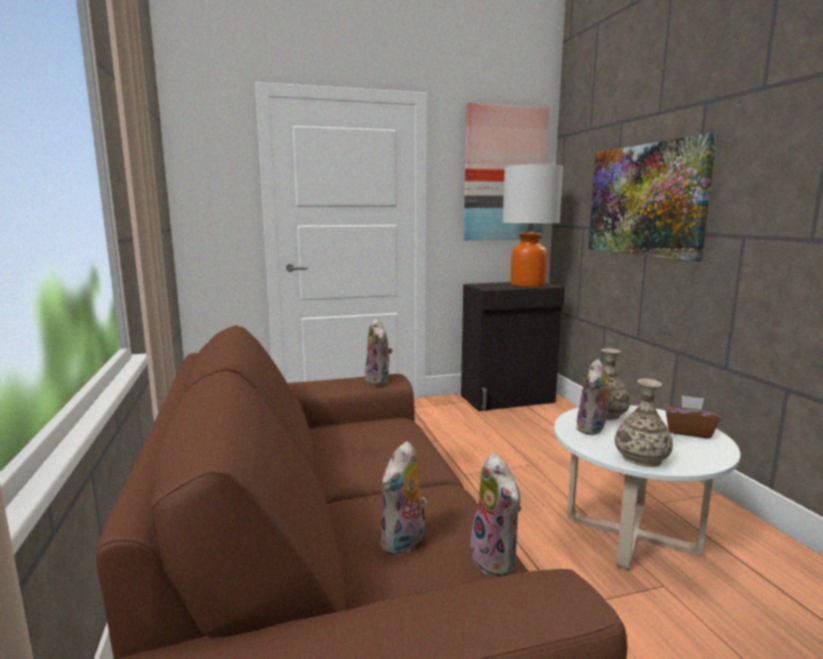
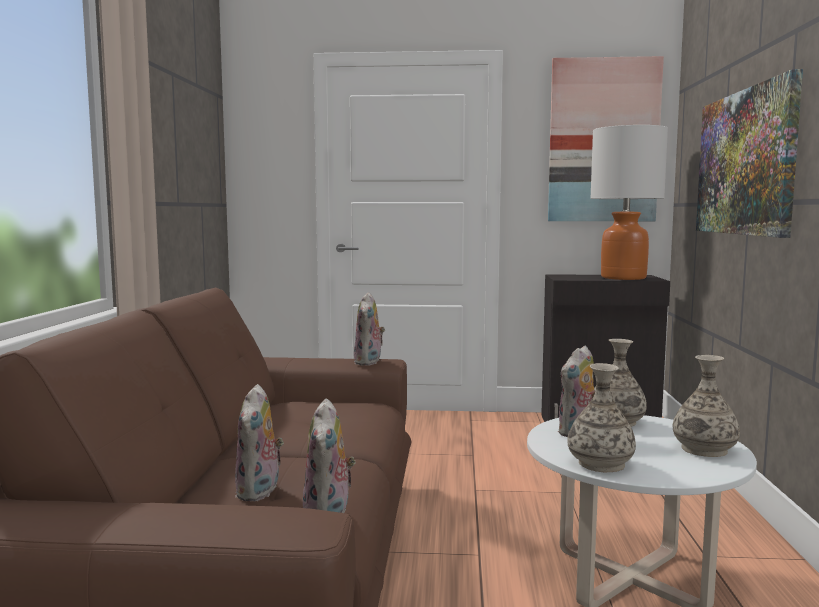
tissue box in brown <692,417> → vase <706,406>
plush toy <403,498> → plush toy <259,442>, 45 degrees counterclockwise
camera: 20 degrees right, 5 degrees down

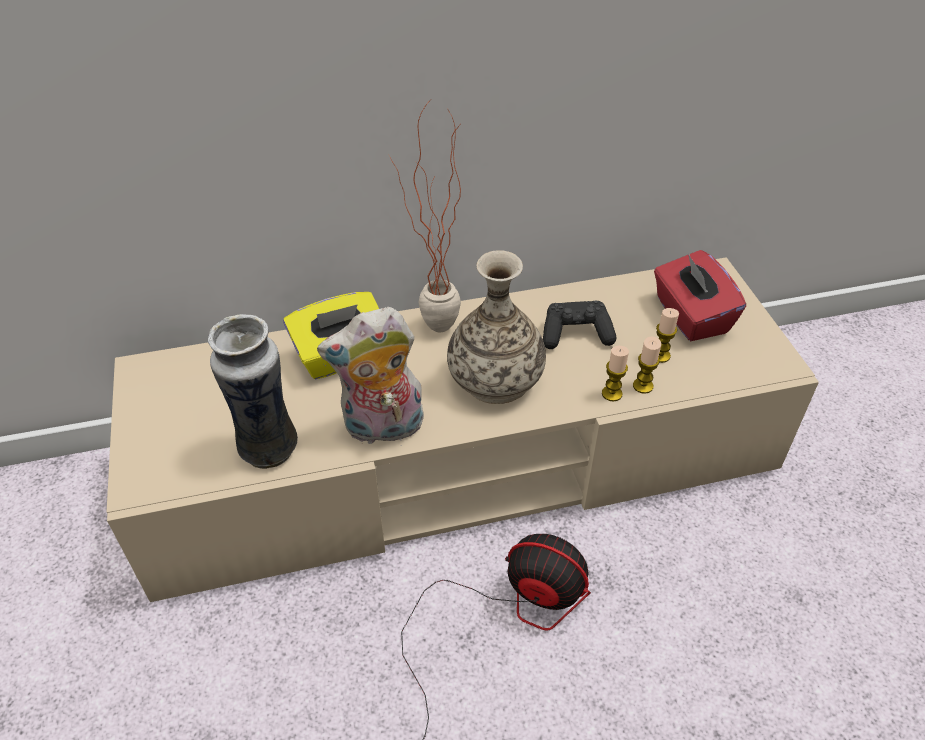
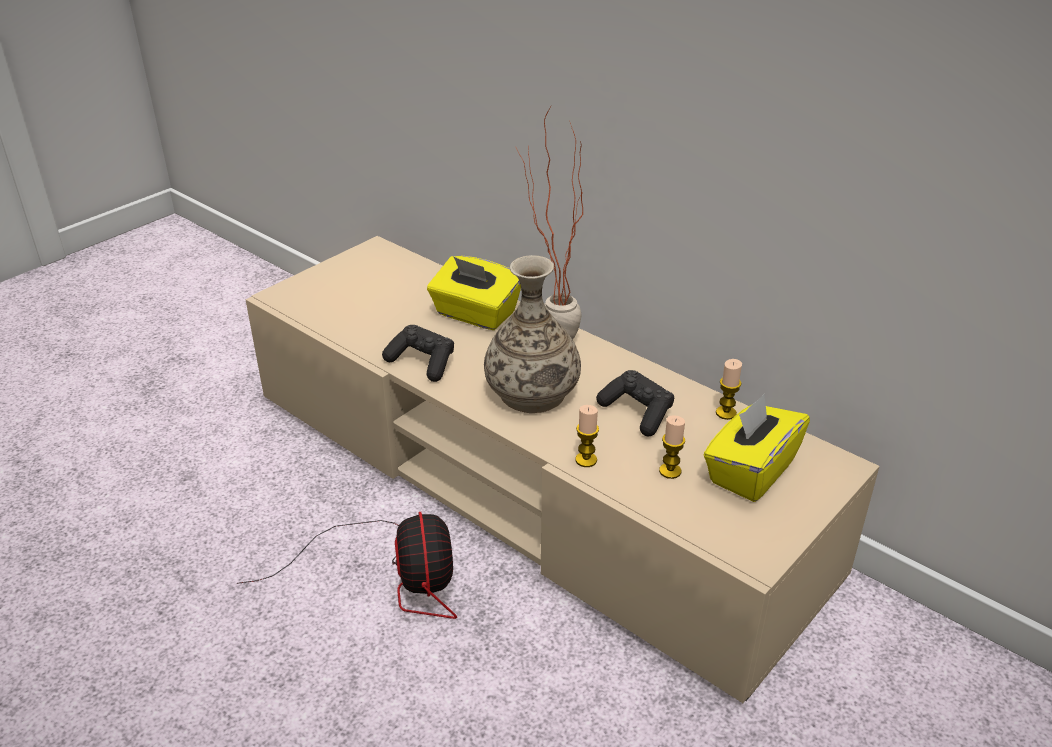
vase <253,391> → -
candle <647,365> → candle <729,389>, move
plush toy <370,375> → game controller in black <418,353>
tissue box in red <700,295> → tissue box in yellow <757,448>
camera: 55 degrees right, 10 degrees down

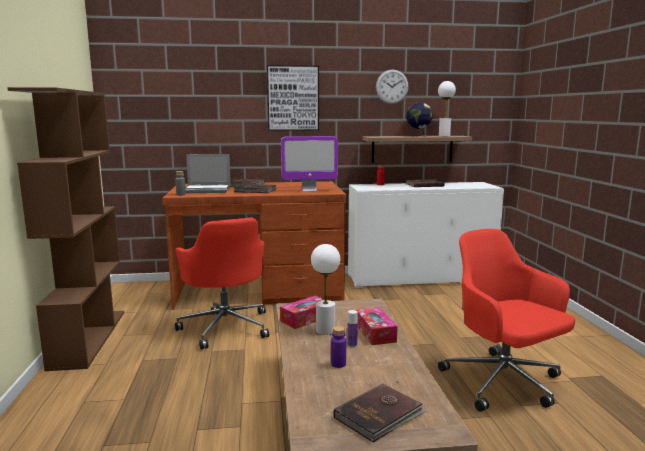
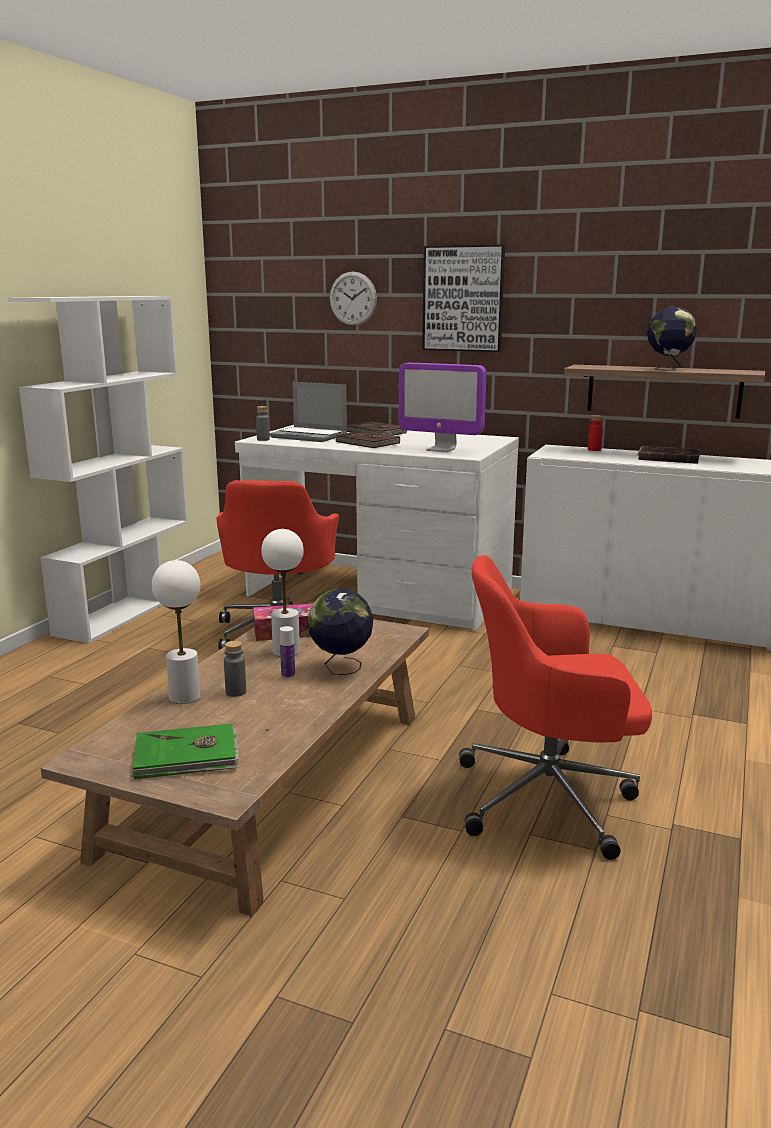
wall clock <392,87> → wall clock <353,299>, move
table lamp in white <447,108> → table lamp in white <176,632>, move
tissue box <377,326> → globe <340,632>
bookcase in brown <65,229> → bookcase in white <98,469>
desk in brown <254,245> → desk in white <377,528>
bottle in purple <338,347> → bottle in grey <235,669>
book in brown <379,413> → book in green <185,751>
office chair in red <506,320> → office chair in red <555,707>, 90 degrees counterclockwise
camera: 30 degrees right, 5 degrees up

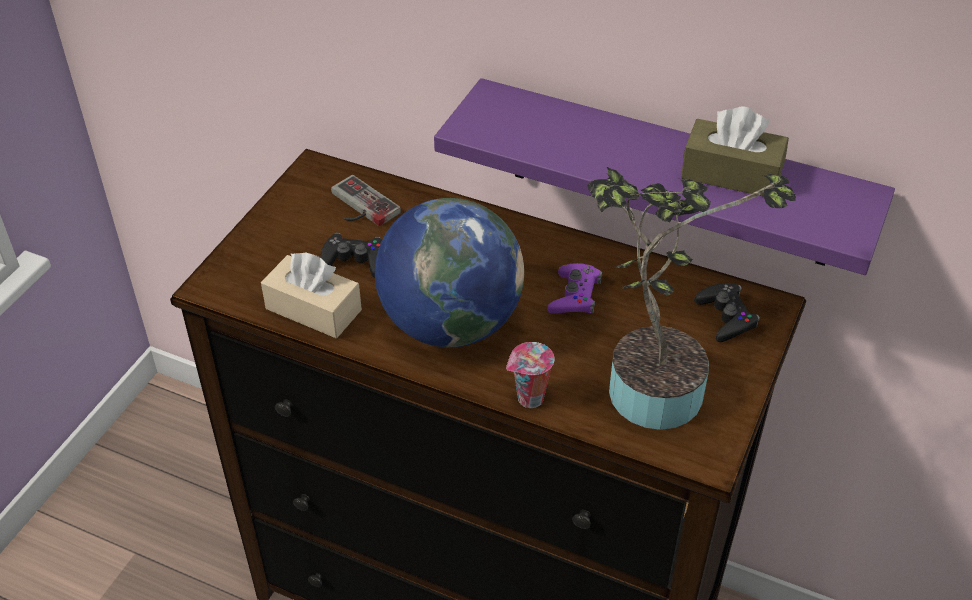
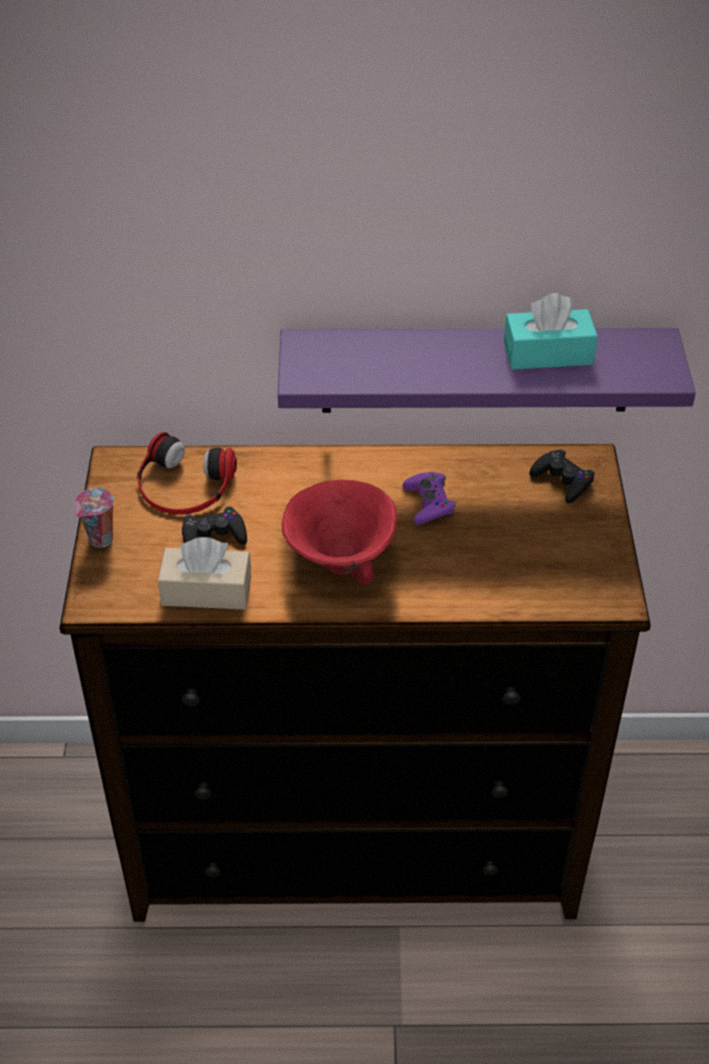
potted plant <691,298> → -
cup <530,375> → cup <94,518>, move
game controller <366,200> → headphones <187,473>
globe <449,272> → bowl in red <340,532>
tissue box in brown <735,151> → tissue box in turquoise <551,331>
camera: 25 degrees left, 0 degrees up

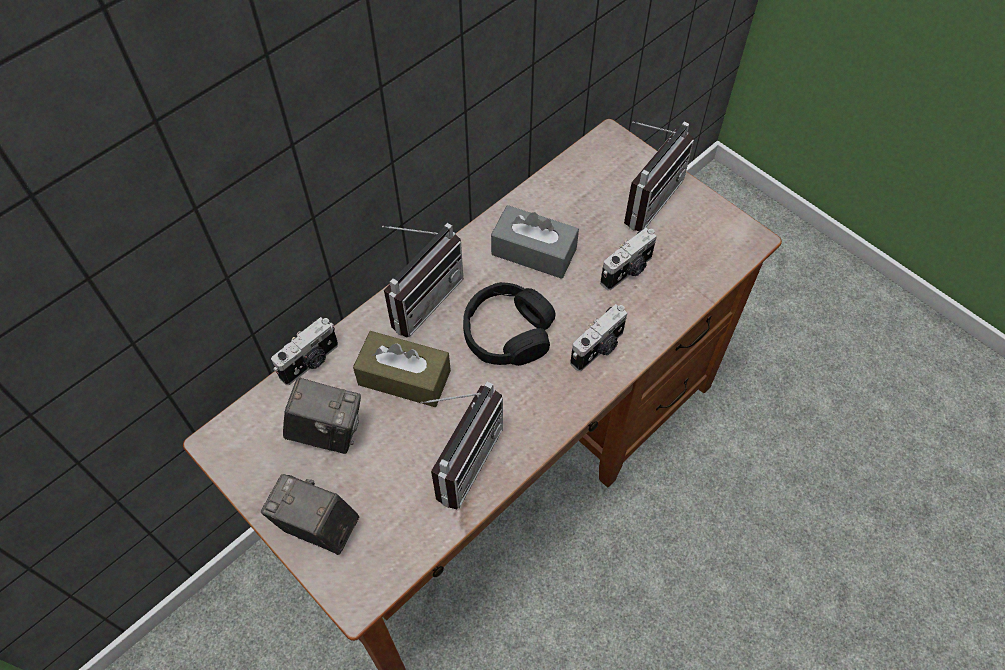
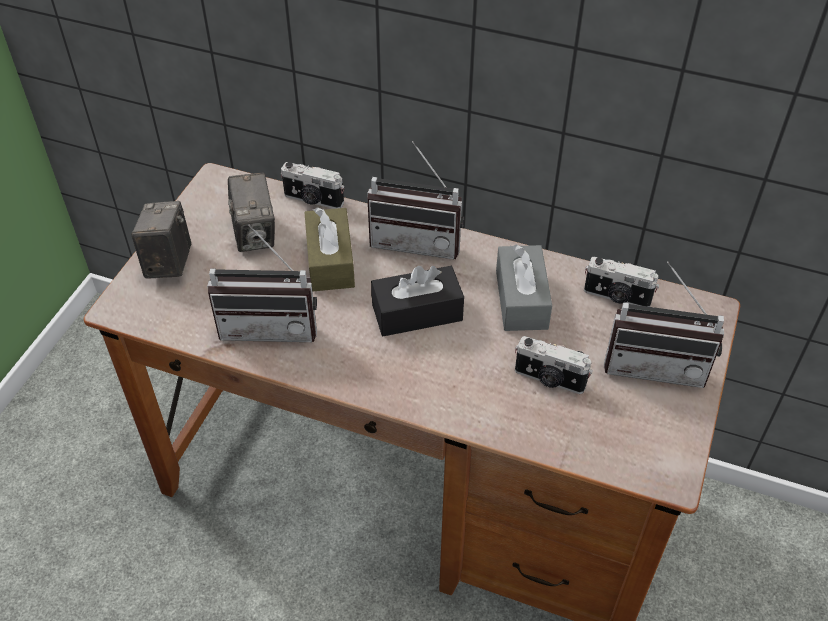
photo camera <598,337> → photo camera <621,282>, move
headphones in black <509,324> → tissue box in black <417,301>
camera: 65 degrees right, 10 degrees down

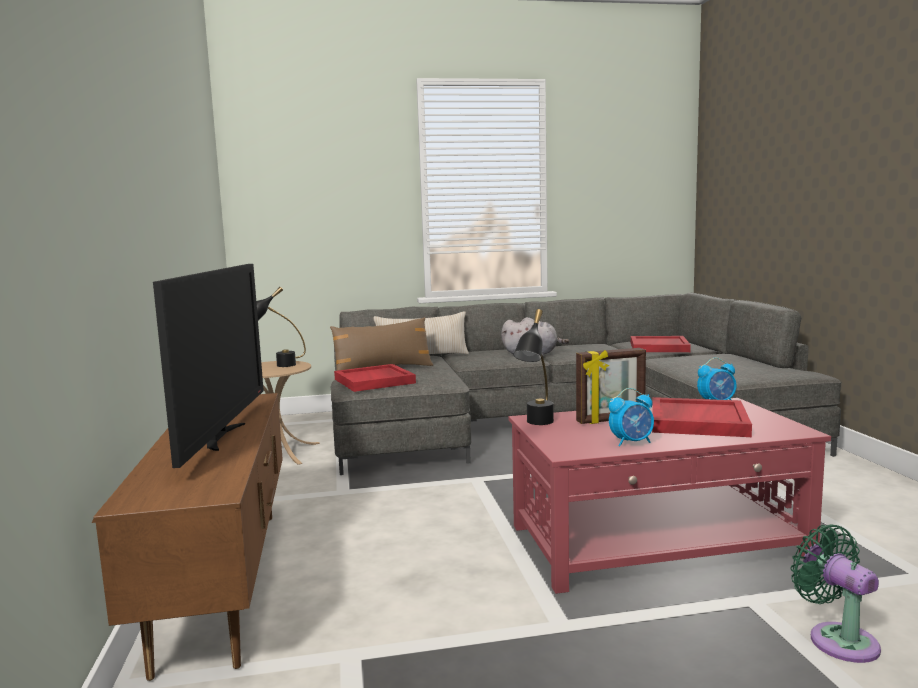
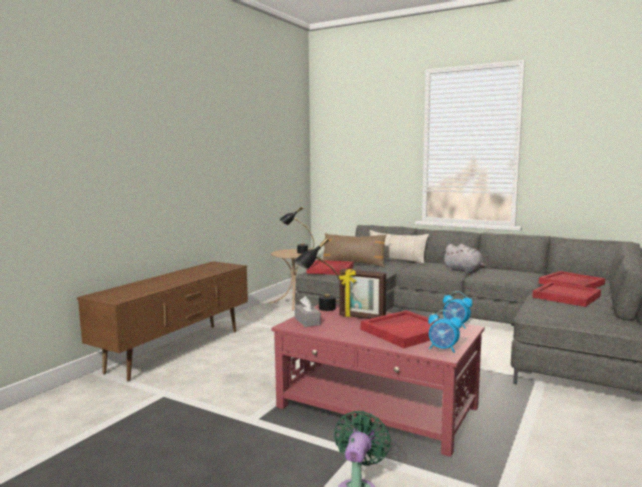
television <208,366> → -
- → tissue box in grey <308,311>
- → tray in red <566,294>
alarm clock <631,417> → alarm clock <445,331>, move
camera: 40 degrees right, 0 degrees up

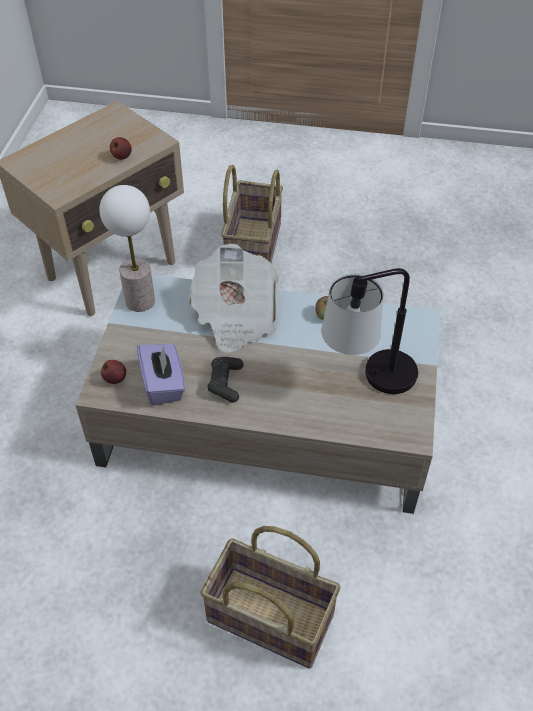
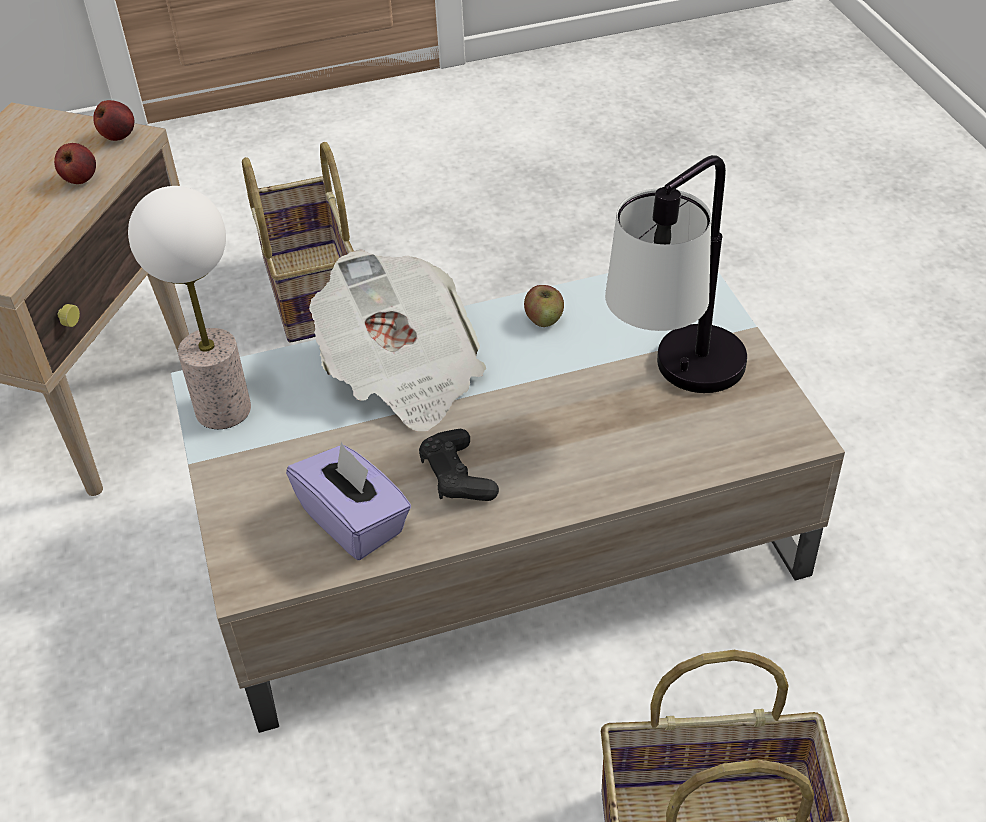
apple <113,372> → apple <113,120>, move
camera: 25 degrees left, 5 degrees down

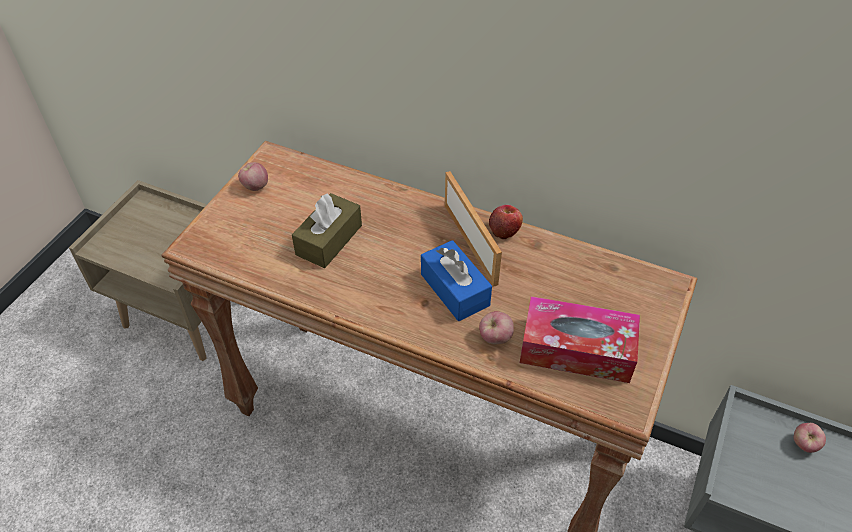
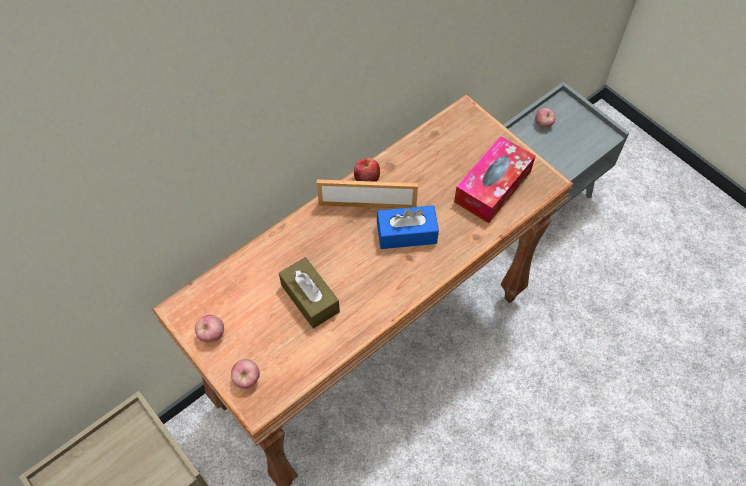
apple <496,327> → apple <245,374>, move
camera: 65 degrees left, 10 degrees up

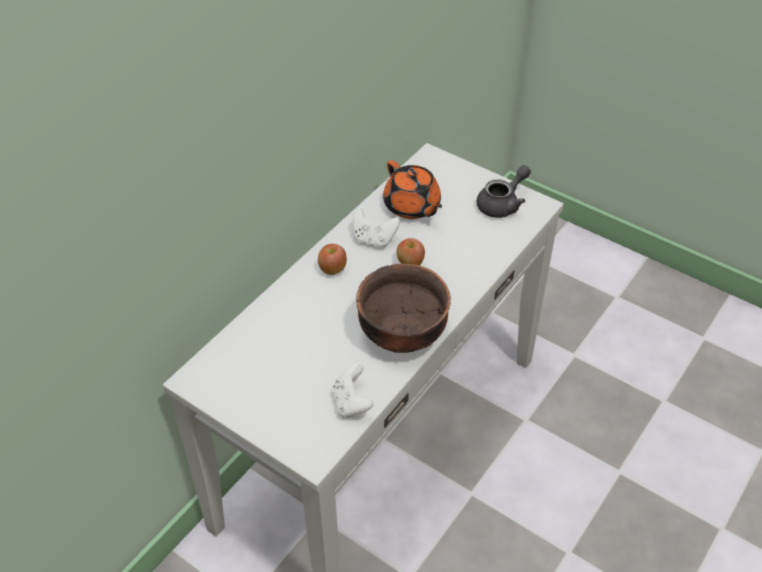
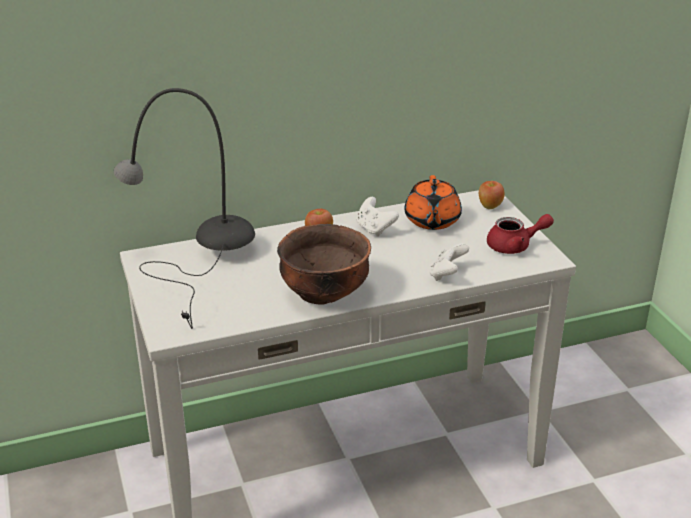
- → table lamp in grey <184,208>
game controller in white <353,390> → game controller in white <449,262>, move
apple <411,252> → apple <492,195>, move
teapot in grey <504,191> → teapot in red <520,234>
camera: 35 degrees right, 15 degrees down

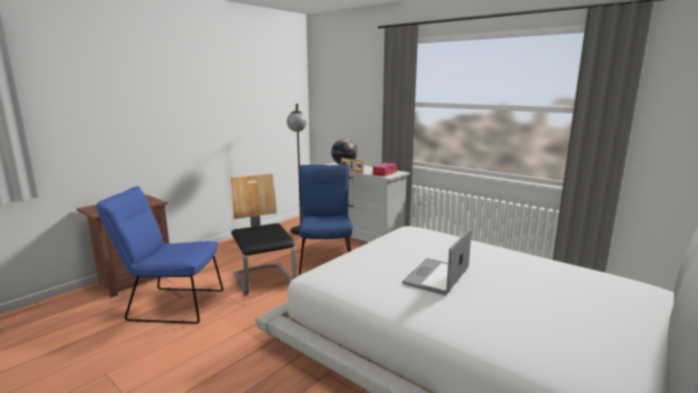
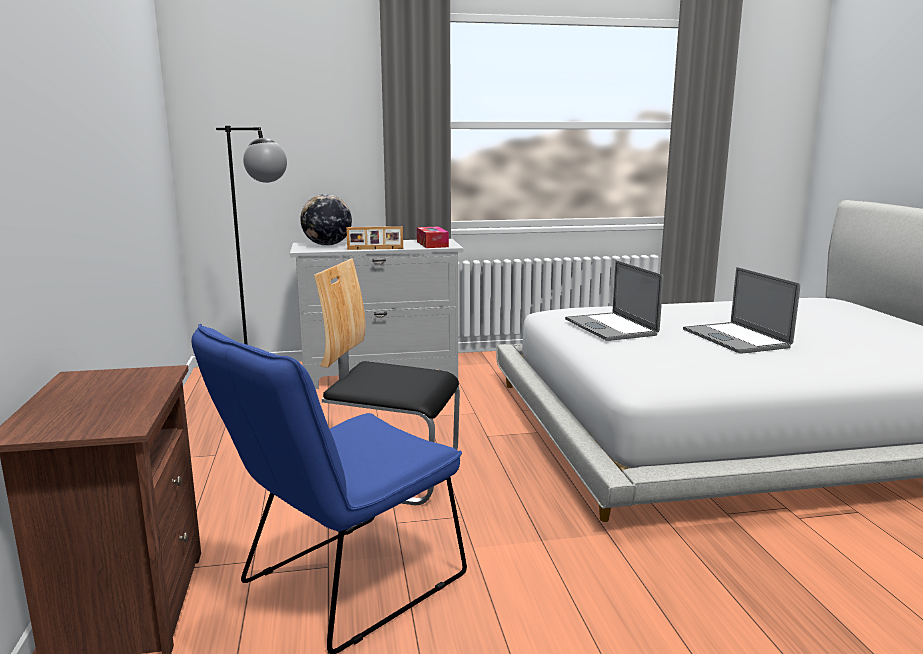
chair in blue <325,220> → -
- → laptop <614,300>
camera: 50 degrees left, 0 degrees up

